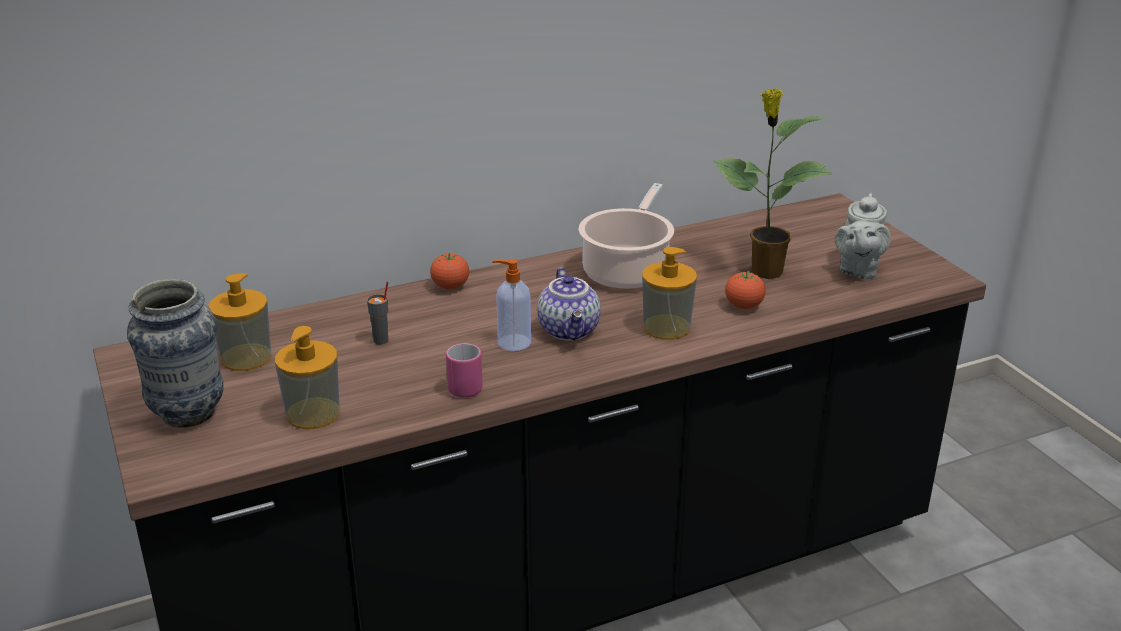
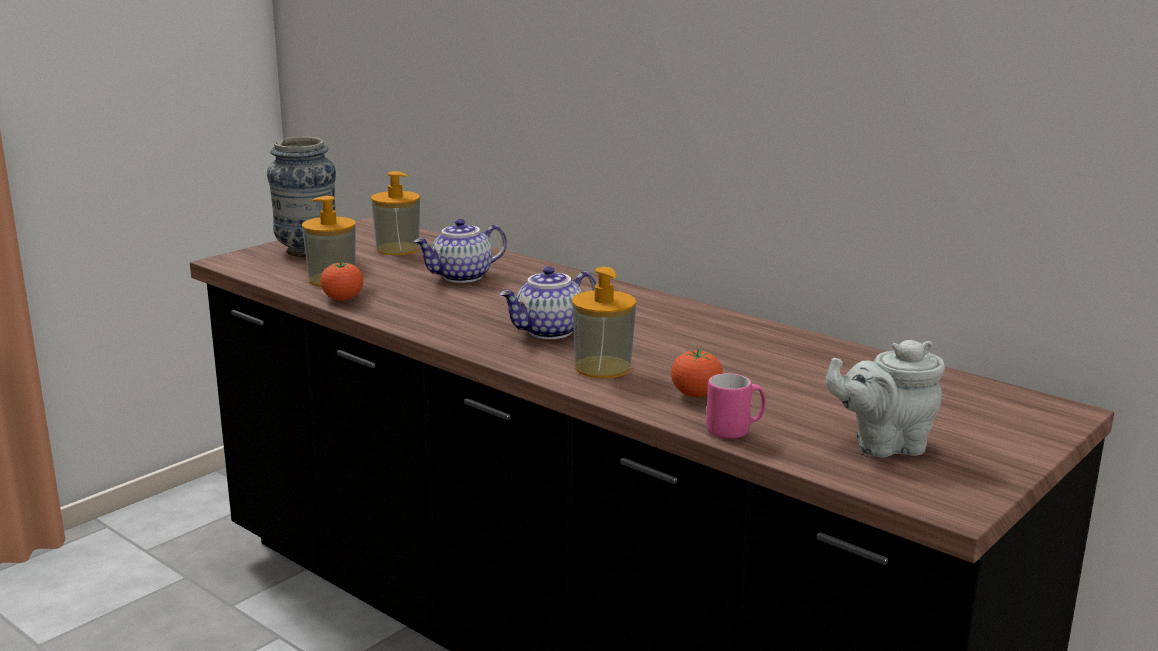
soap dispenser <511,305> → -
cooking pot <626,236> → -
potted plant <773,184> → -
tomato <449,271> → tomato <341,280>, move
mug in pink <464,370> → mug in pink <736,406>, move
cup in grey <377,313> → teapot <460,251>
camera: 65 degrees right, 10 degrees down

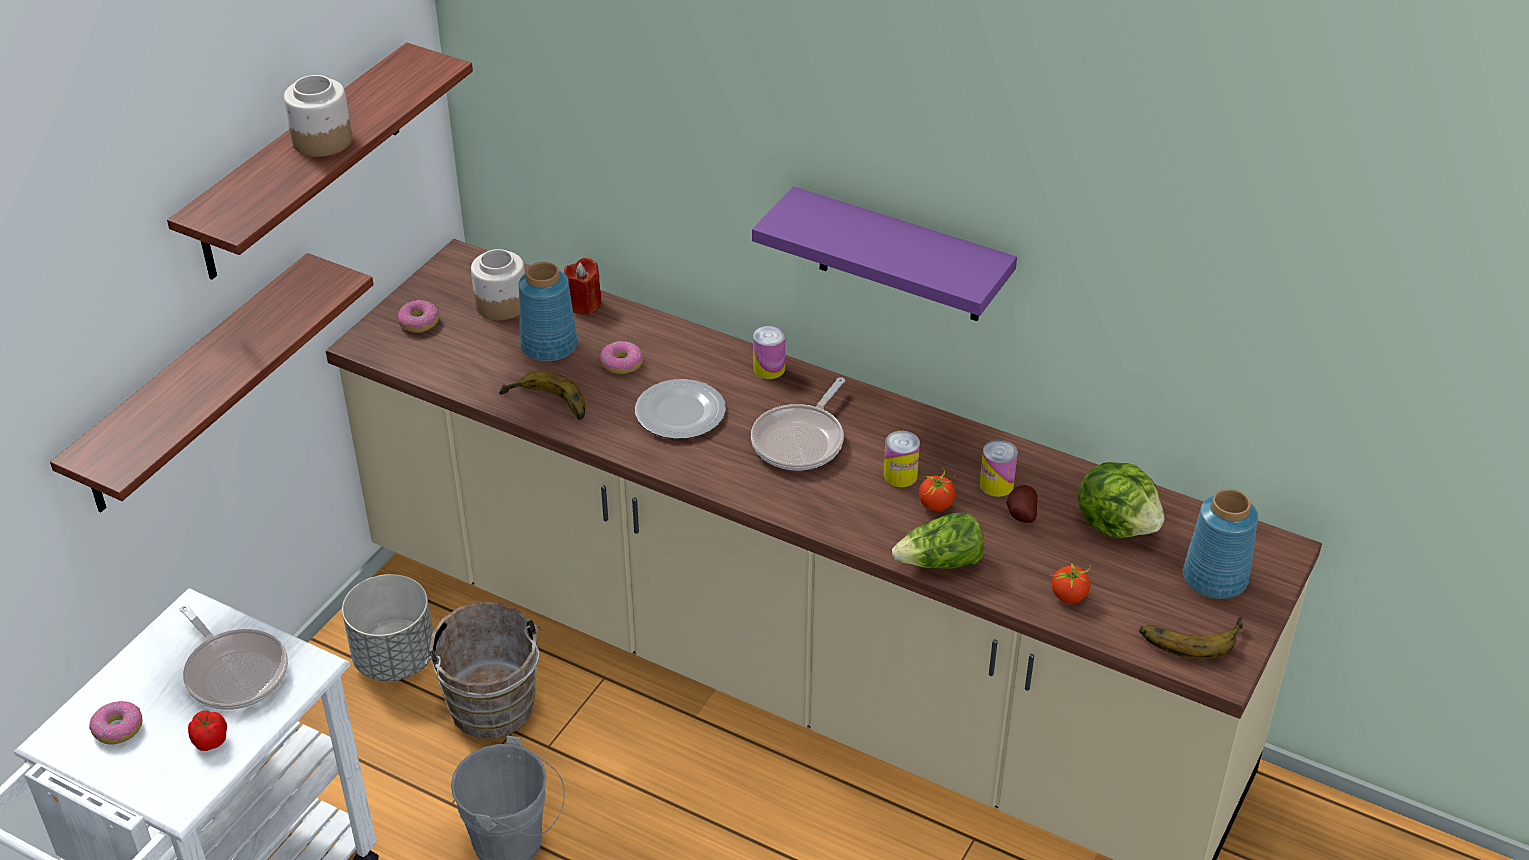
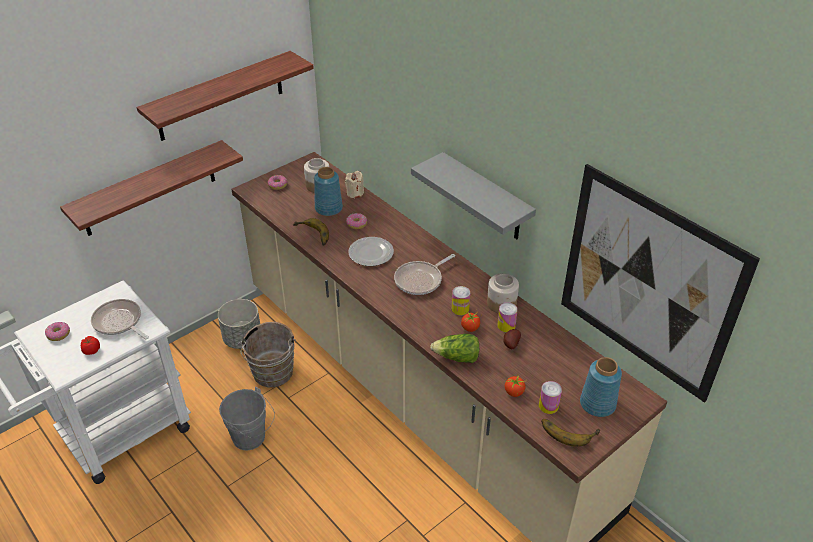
lettuce <1121,500> → -
- → picture <660,283>
jar <318,116> → jar <503,293>, move
can <769,352> → can <550,397>, move
candle in red <583,286> → candle in beige <354,185>
shelf in purple <884,253> → shelf in grey <473,195>
frying pan <234,657> → frying pan <120,319>, 150 degrees clockwise
camera: 20 degrees right, 0 degrees up

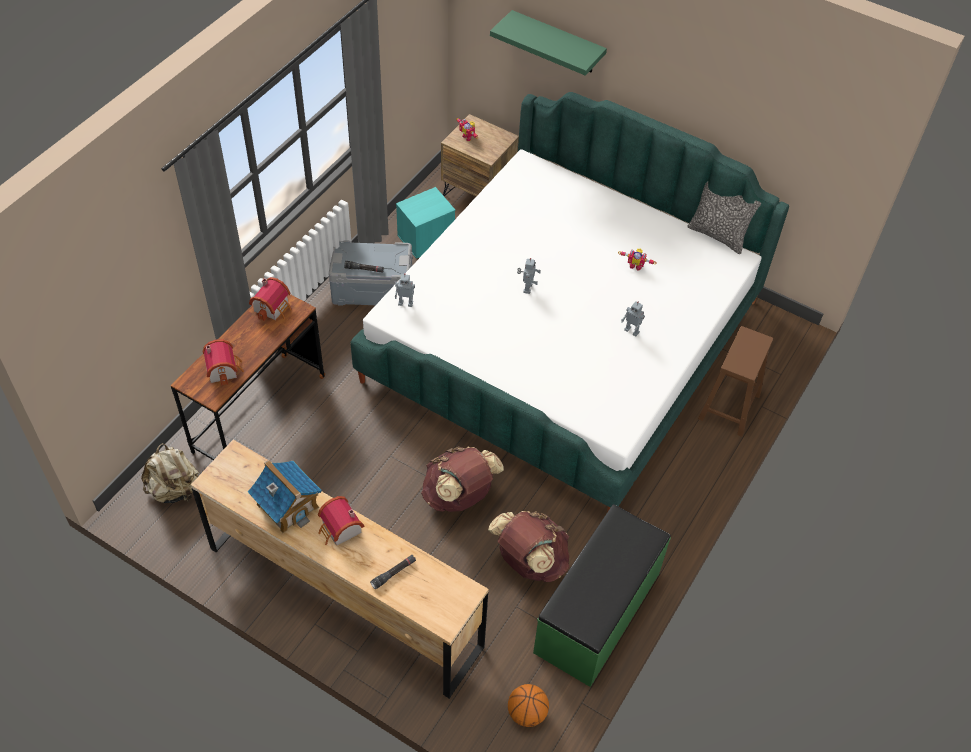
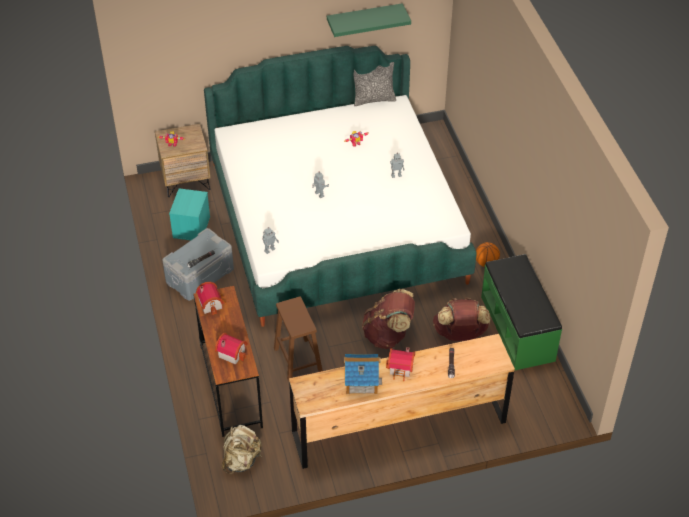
shelf in green <548,43> → shelf in green <369,20>, move
basketball <528,705> → basketball <488,254>, move
stool in brown <735,381> → stool in brown <298,339>, move
camera: 45 degrees left, 5 degrees down

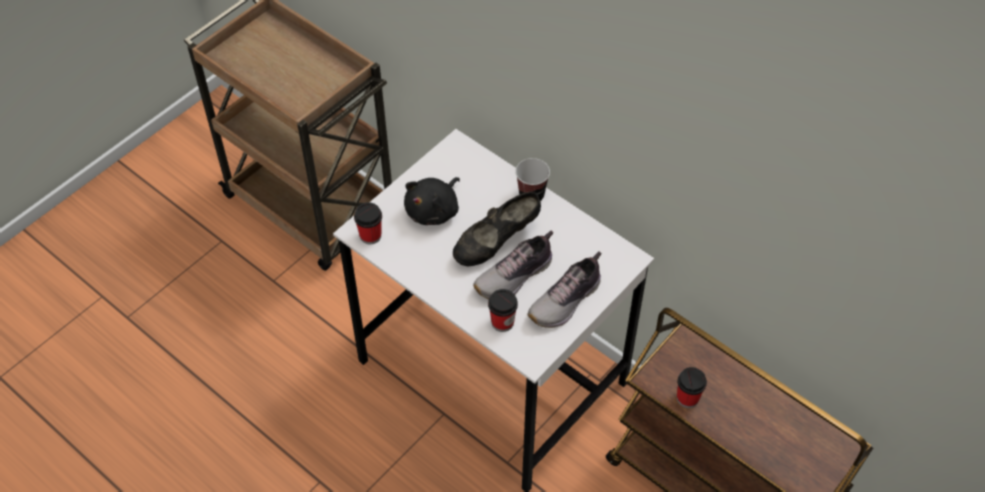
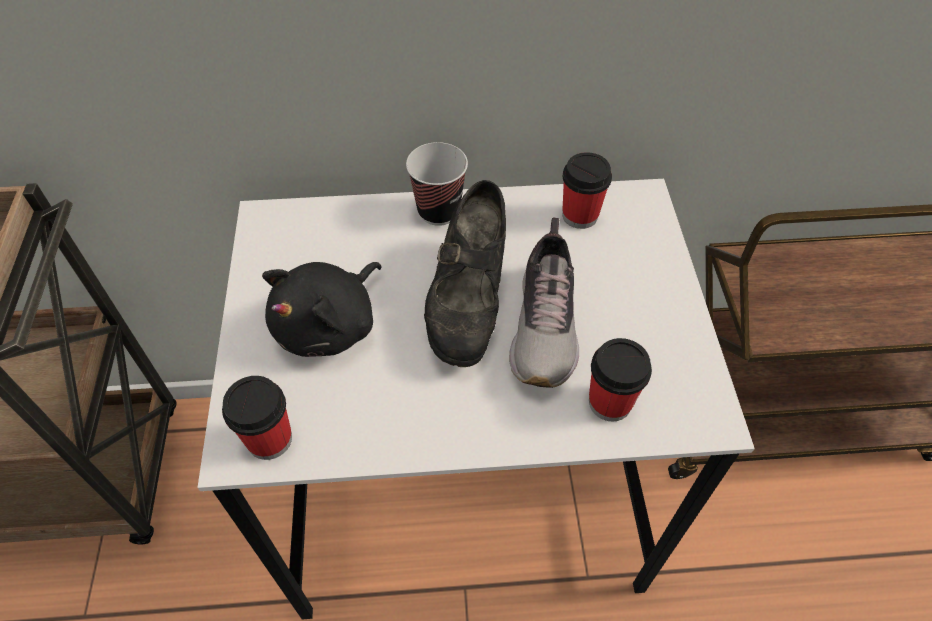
shoe <565,289> → -
cup <692,387> → cup <587,190>, move
plush toy in black <432,201> → plush toy in black <321,309>, 45 degrees clockwise
camera: 45 degrees left, 0 degrees up

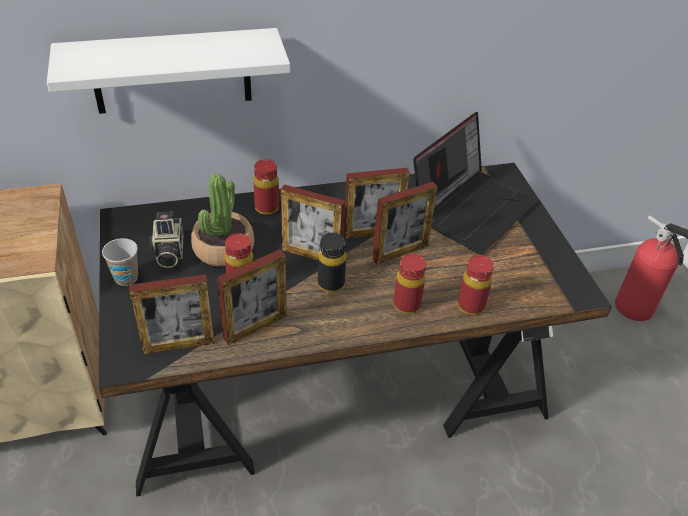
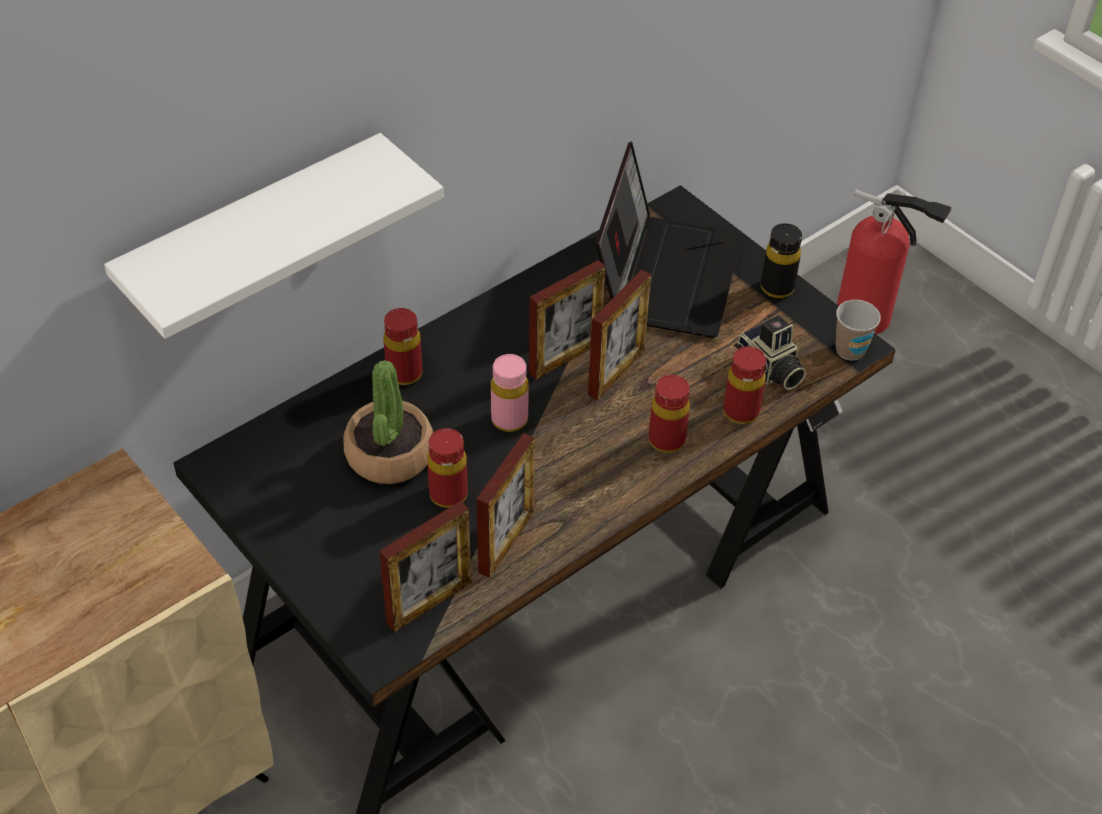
cup <120,262> → cup <858,330>, move
photo camera <166,240> → photo camera <770,352>, move
bottle in black <332,263> → bottle in black <781,260>, move
picture frame <313,222> → bottle in pink <510,393>
camera: 25 degrees left, 5 degrees up

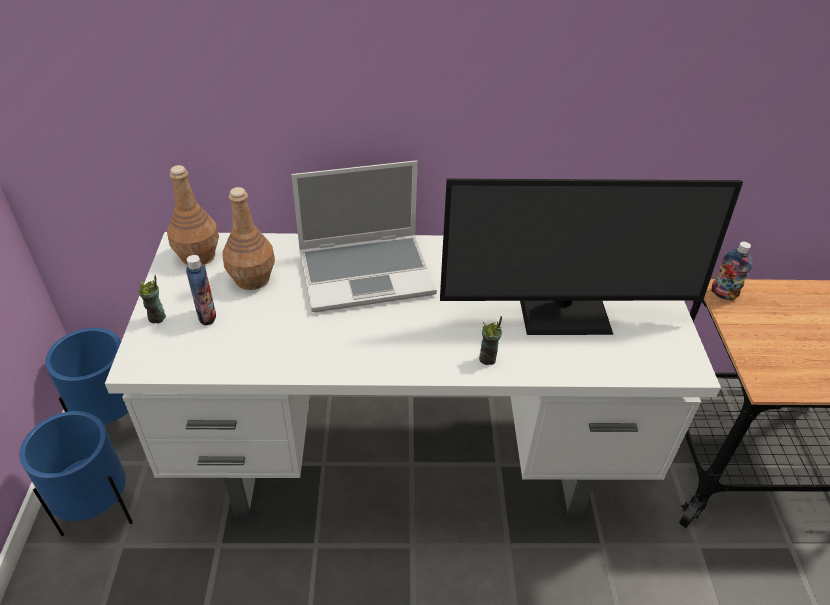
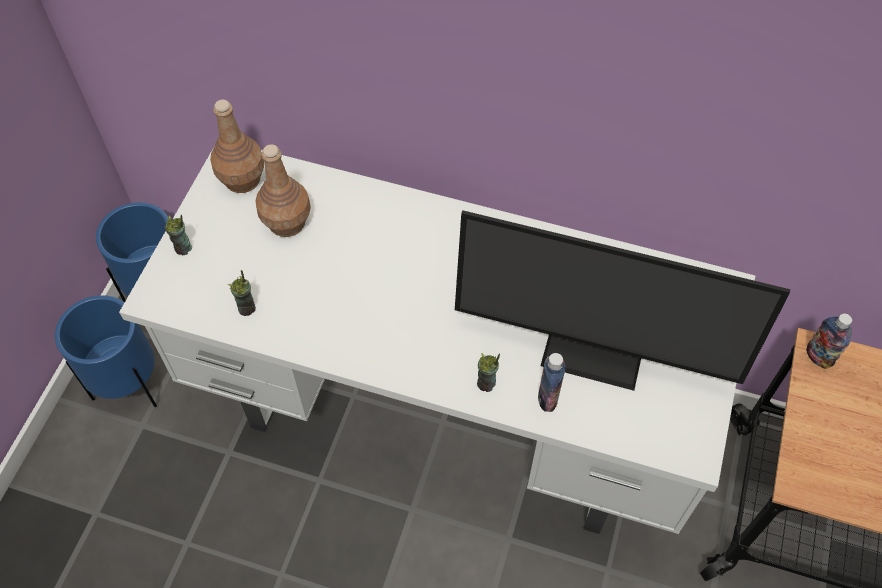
laptop <364,236> → -
- → cup <242,293>
bottle <201,290> → bottle <551,382>, move
camera: 20 degrees right, 15 degrees up

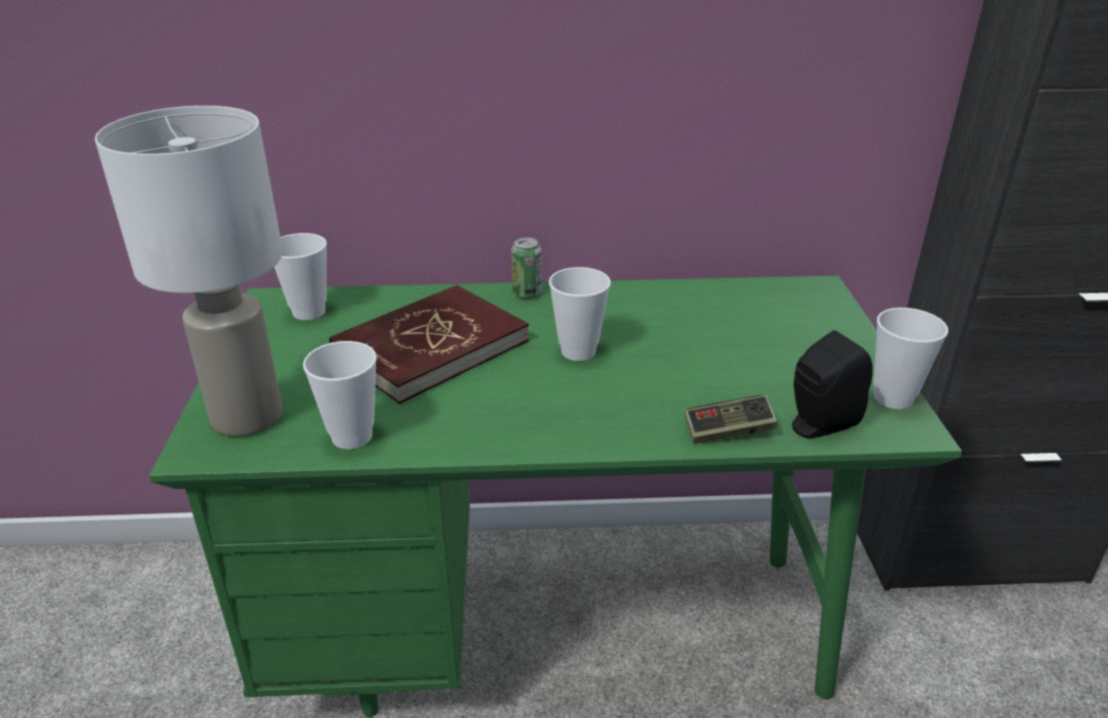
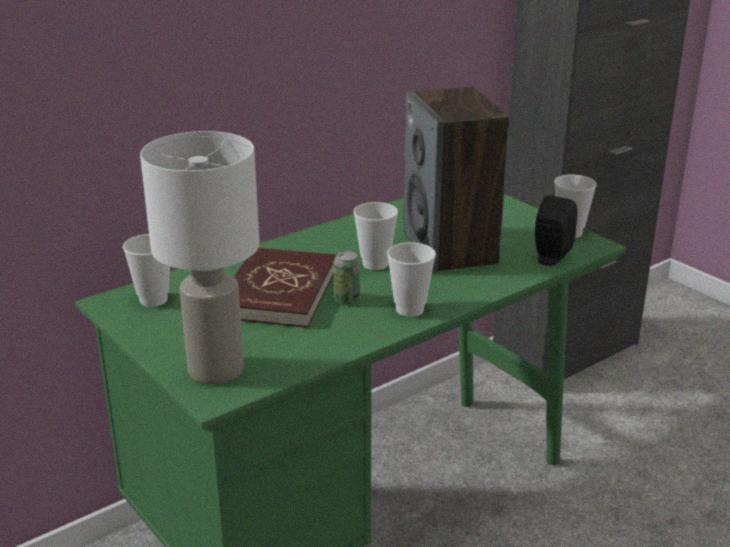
game controller <731,419> → -
- → speaker <456,180>
cup <340,395> → cup <411,279>, move
can <526,268> → can <347,277>, move
camera: 35 degrees left, 5 degrees down

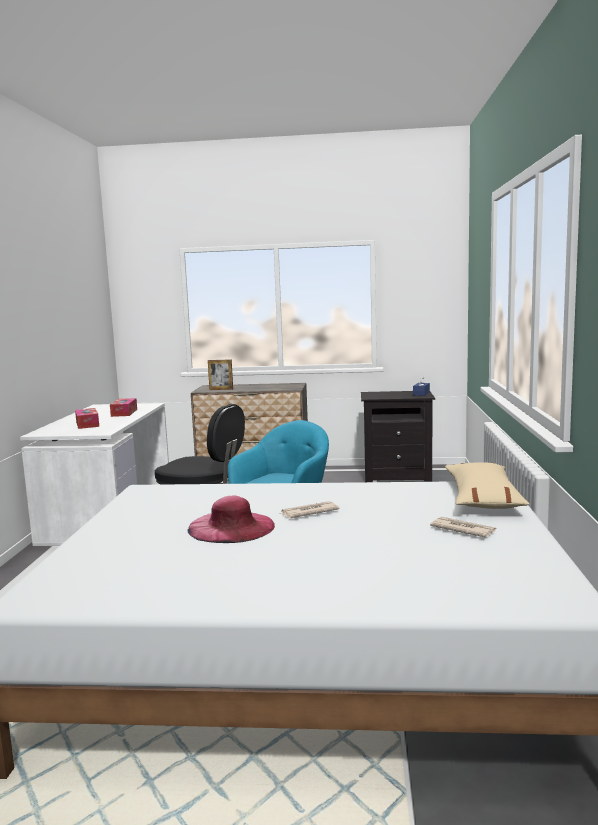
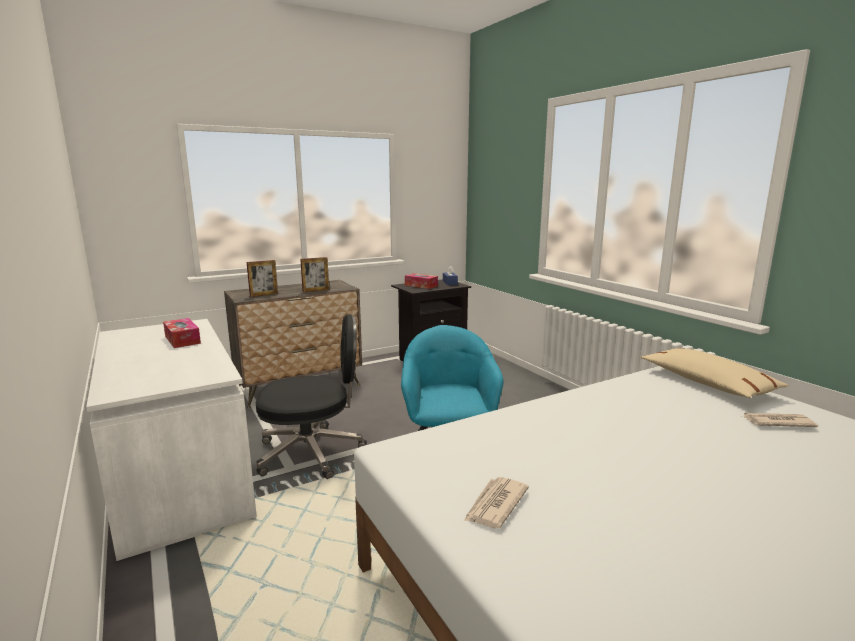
hat in pink <231,519> → -
- → picture frame <314,275>
tissue box <87,418> → tissue box <421,281>, move
newspaper <310,509> → newspaper <496,502>, move
camera: 35 degrees left, 5 degrees up

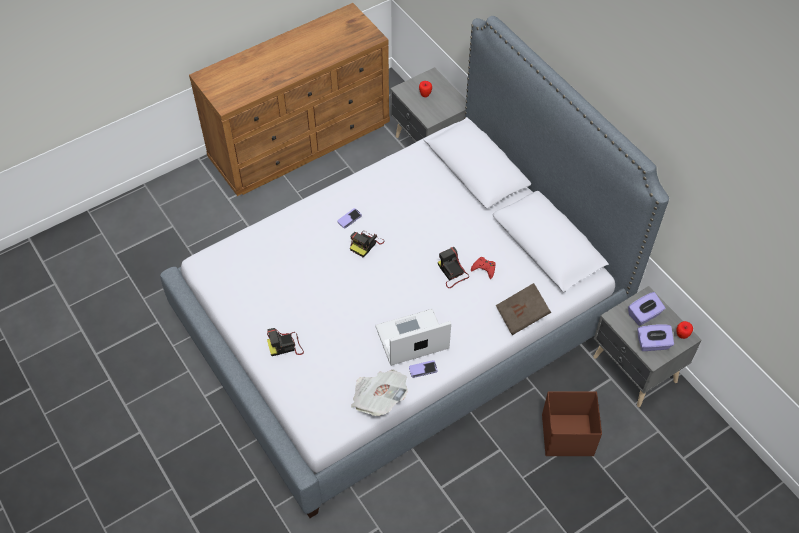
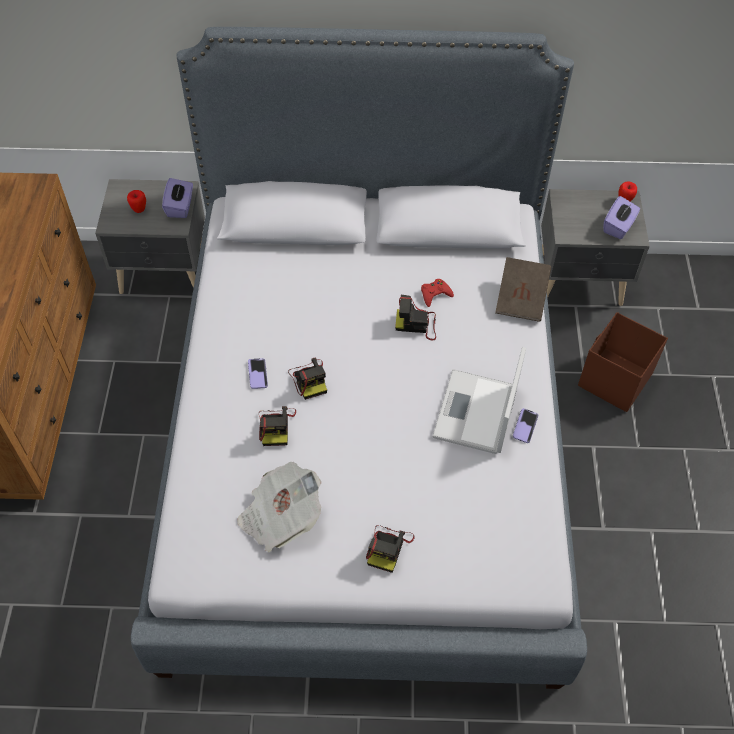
- → photo camera <277,426>
newspaper <379,393> → newspaper <279,507>, move
tissue box in purple <646,309> → tissue box in purple <177,198>, move
camera: 55 degrees left, 0 degrees up

